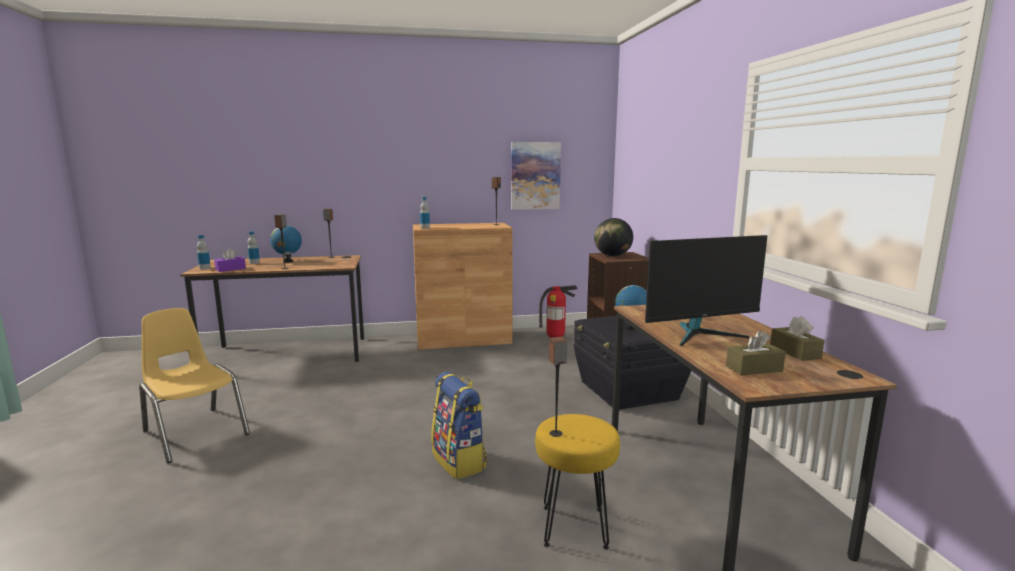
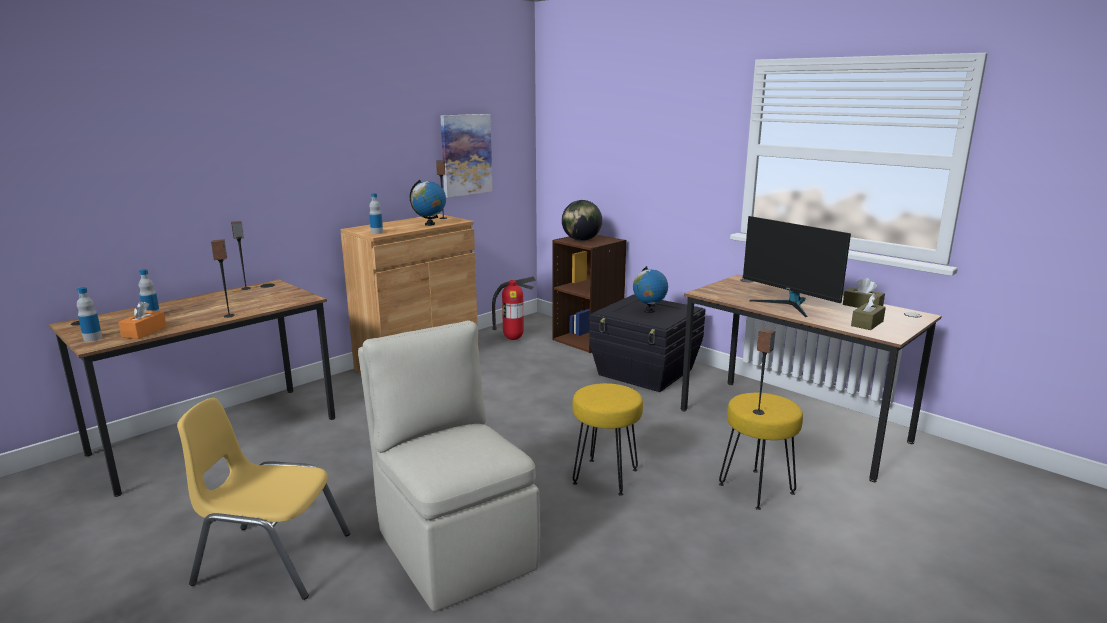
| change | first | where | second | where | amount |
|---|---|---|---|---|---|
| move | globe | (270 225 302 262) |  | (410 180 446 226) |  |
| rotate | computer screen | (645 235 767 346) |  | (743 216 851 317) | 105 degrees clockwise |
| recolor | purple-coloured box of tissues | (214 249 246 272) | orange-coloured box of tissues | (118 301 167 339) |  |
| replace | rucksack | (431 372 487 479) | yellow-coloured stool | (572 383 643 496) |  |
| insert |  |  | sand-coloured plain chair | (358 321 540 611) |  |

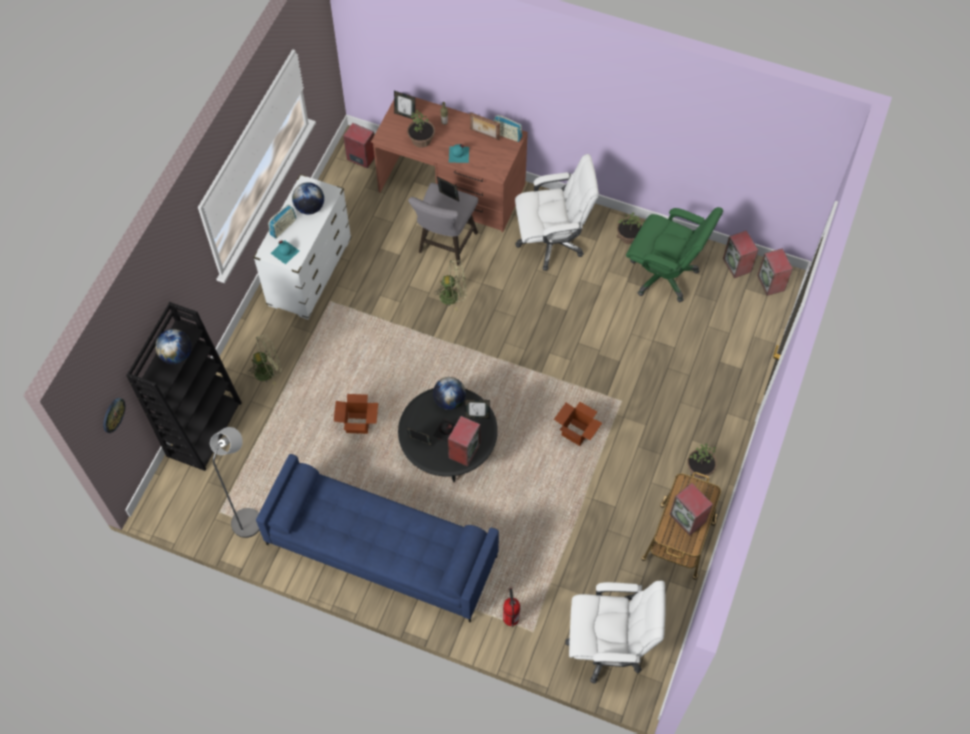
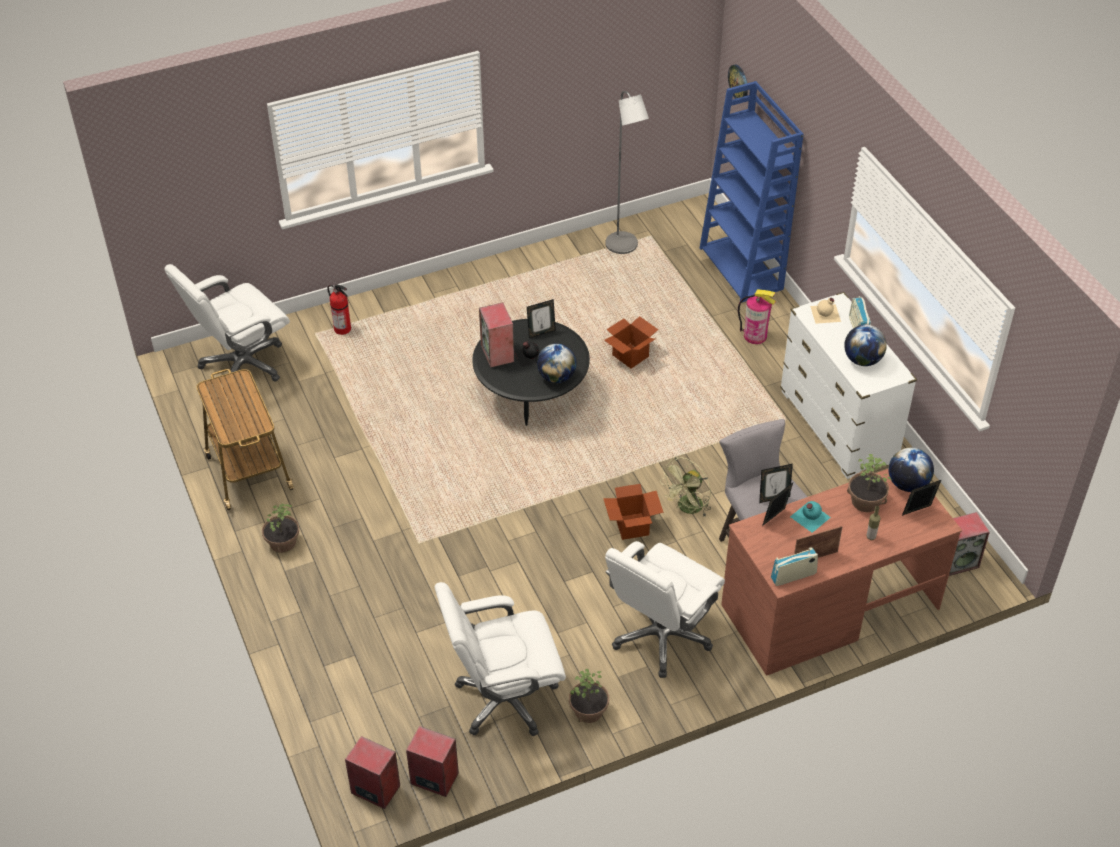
| change | first | where | second | where | amount |
|---|---|---|---|---|---|
| recolor | greenish desk chair | (626 207 723 302) | white desk chair | (435 582 566 736) |  |
| recolor | turquoise-coloured beverage bottle | (271 240 299 264) | sand-coloured beverage bottle | (810 298 841 324) |  |
| recolor | black shelving unit | (126 302 242 471) | blue shelving unit | (700 81 804 302) |  |
| move | globe | (155 329 192 364) |  | (889 448 934 492) |  |
| replace | greenish electric fan | (250 334 282 385) | fire extinguisher | (738 289 776 344) |  |
| move | standing frame | (465 399 490 419) |  | (762 483 793 526) |  |
| move | carton | (554 402 602 446) |  | (603 484 664 540) |  |
| delete | blue settee | (256 454 499 622) |  |  |  |
| delete | audio speaker | (669 483 713 536) |  |  |  |

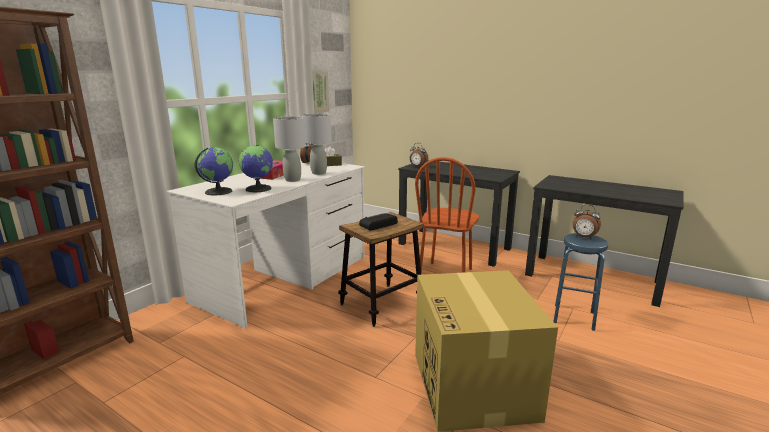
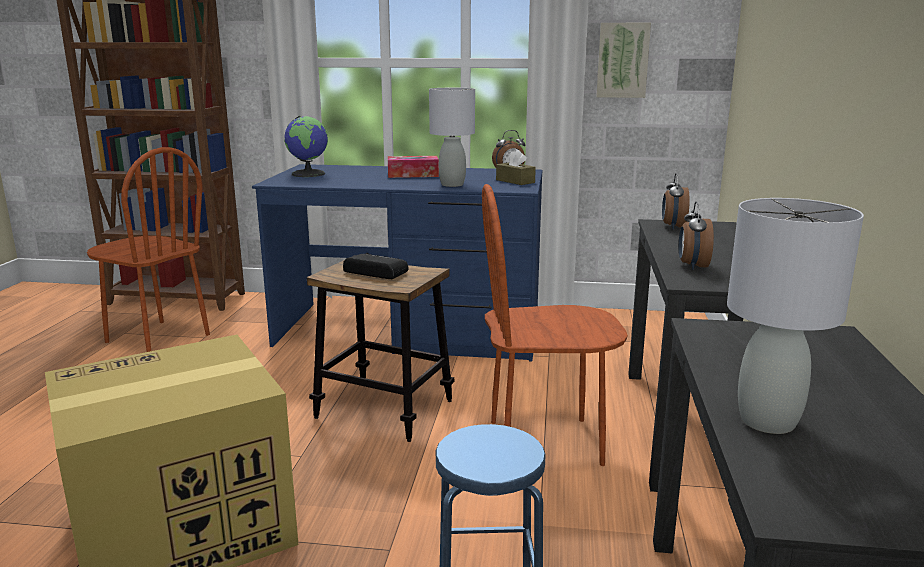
| change | first | where | second | where | amount |
|---|---|---|---|---|---|
| move | grey tabletop lamp | (273 116 306 182) |  | (727 198 864 434) |  |
| delete | globe | (239 145 273 192) |  |  |  |
| recolor | white desk table | (167 160 365 329) | blue desk table | (252 164 543 362) |  |
| move | alarm clock | (573 204 601 239) |  | (679 202 714 270) |  |
| insert |  |  | brown plain chair | (87 147 210 352) |  |

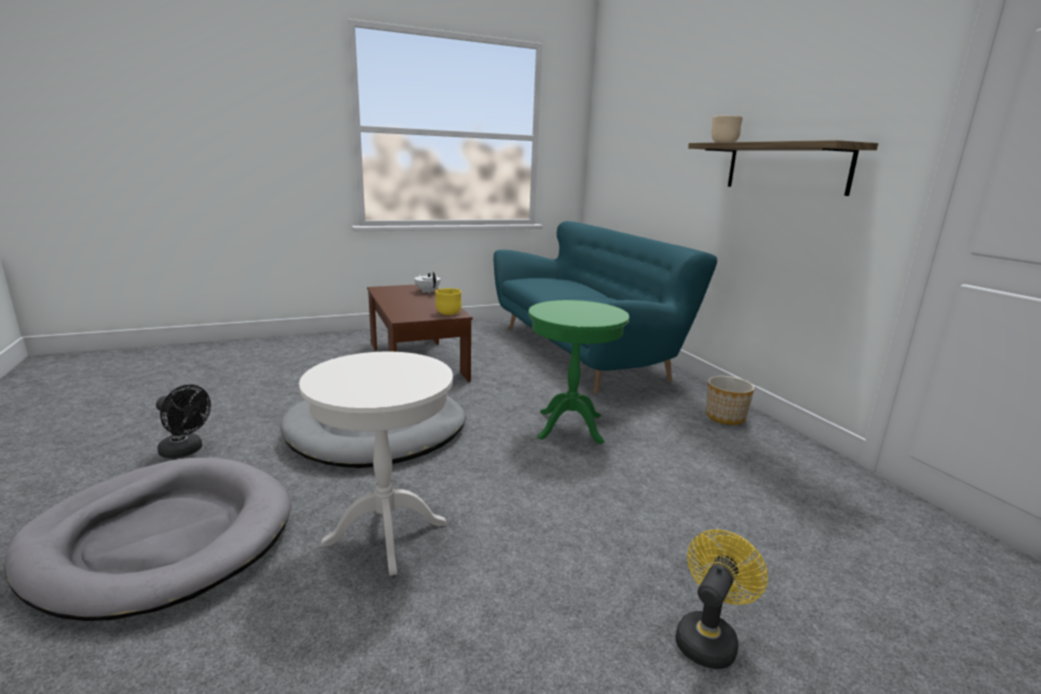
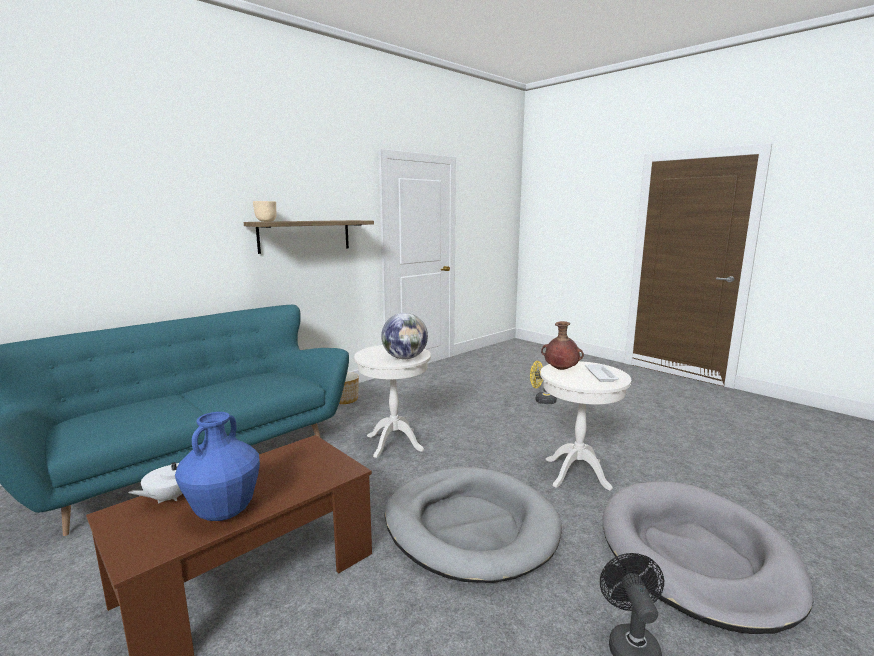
| change | first | where | second | where | amount |
|---|---|---|---|---|---|
| delete | yellow-coloured deep dish | (436 288 461 315) |  |  |  |
| recolor | greenish accent table | (529 300 629 444) | white accent table | (354 345 431 458) |  |
| insert |  |  | globe | (381 313 428 359) |  |
| insert |  |  | brown flower vase | (541 321 584 370) |  |
| insert |  |  | white tray | (585 364 619 382) |  |
| insert |  |  | blue flower vase | (175 412 260 521) |  |

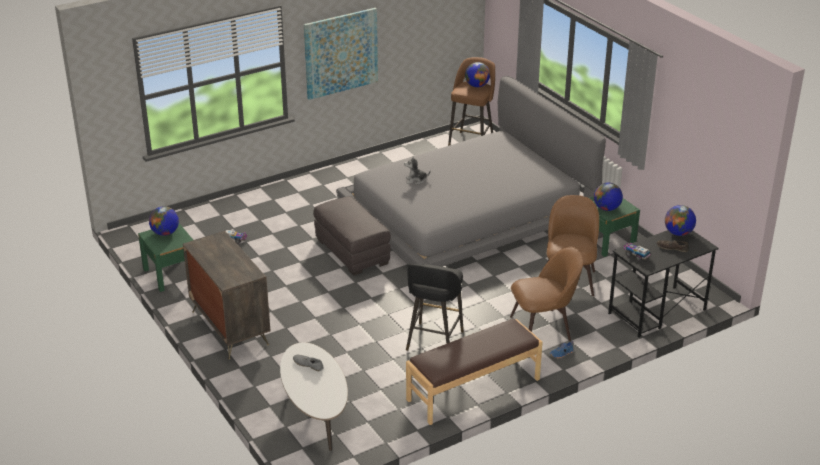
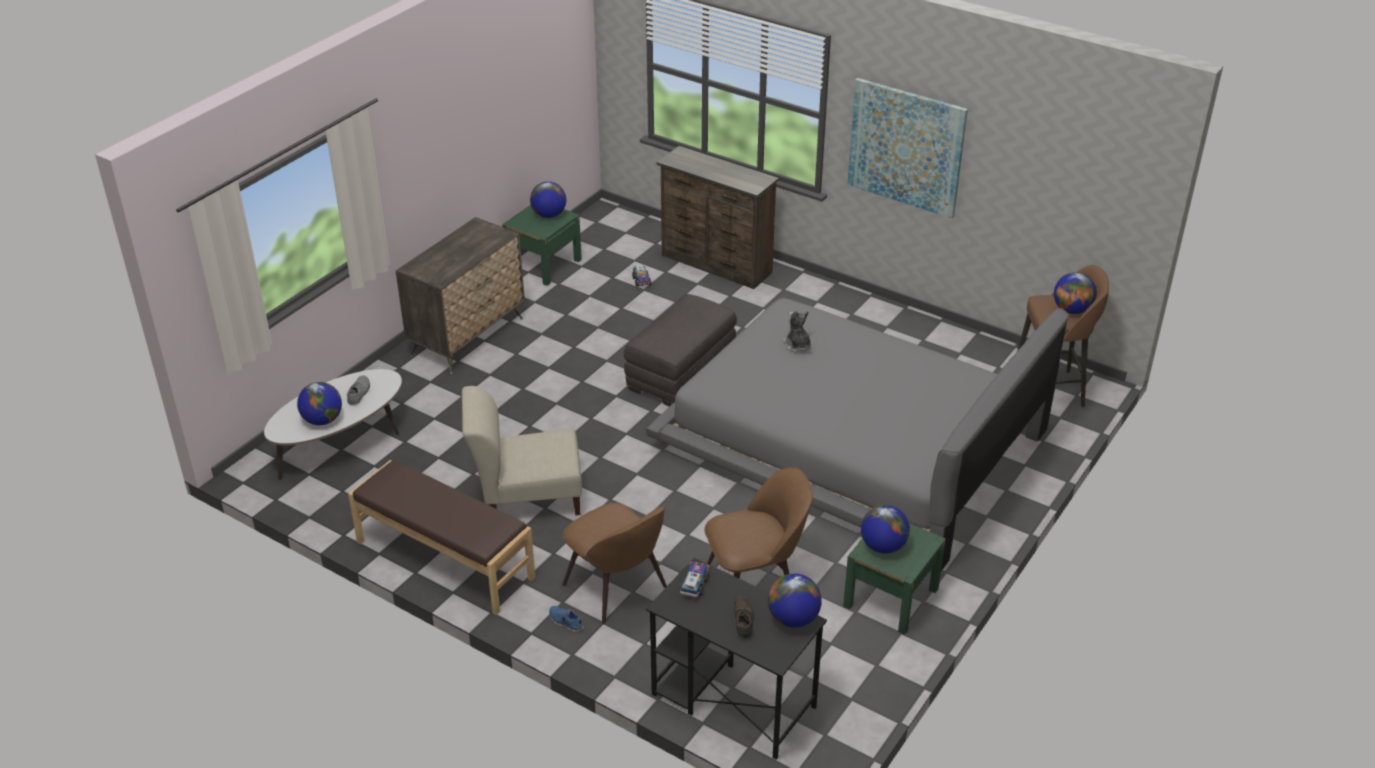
| change | first | where | second | where | amount |
|---|---|---|---|---|---|
| replace | black stool | (406 264 464 351) | sand-coloured plain chair | (462 386 582 516) |  |
| insert |  |  | brown chest of drawers | (657 146 779 289) |  |
| insert |  |  | globe | (297 382 342 425) |  |

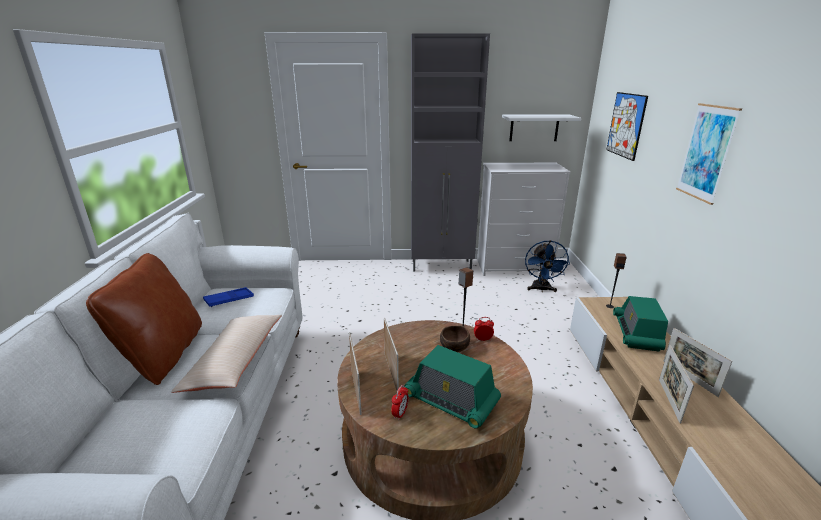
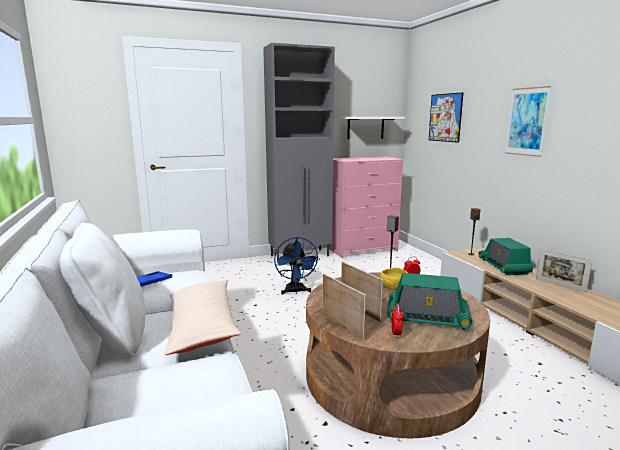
| change | first | where | second | where | amount |
|---|---|---|---|---|---|
| recolor | white chest of drawers | (477 163 571 276) | pink-coloured chest of drawers | (329 156 404 258) |  |
| move | blue electric fan | (525 240 570 292) |  | (274 237 320 294) |  |
| recolor | brown cushion | (86 253 202 385) | white cushion | (60 223 145 357) |  |
| recolor | brown deep dish | (440 326 470 352) | yellow-coloured deep dish | (380 267 408 290) |  |
| delete | standing frame | (659 345 694 423) |  |  |  |

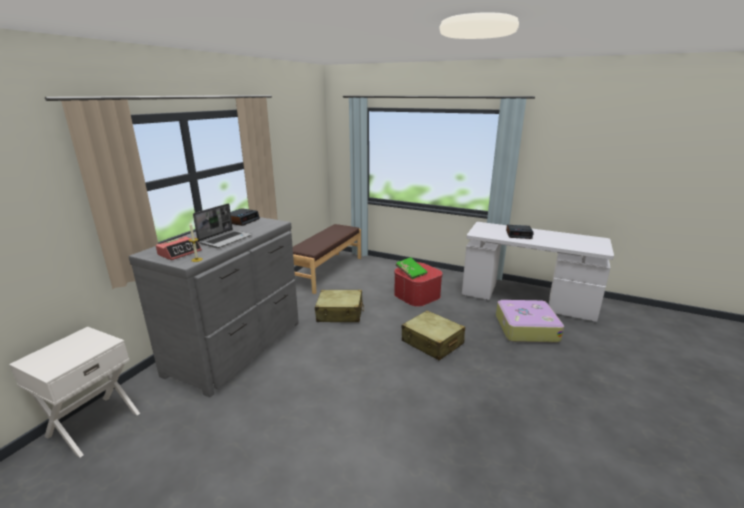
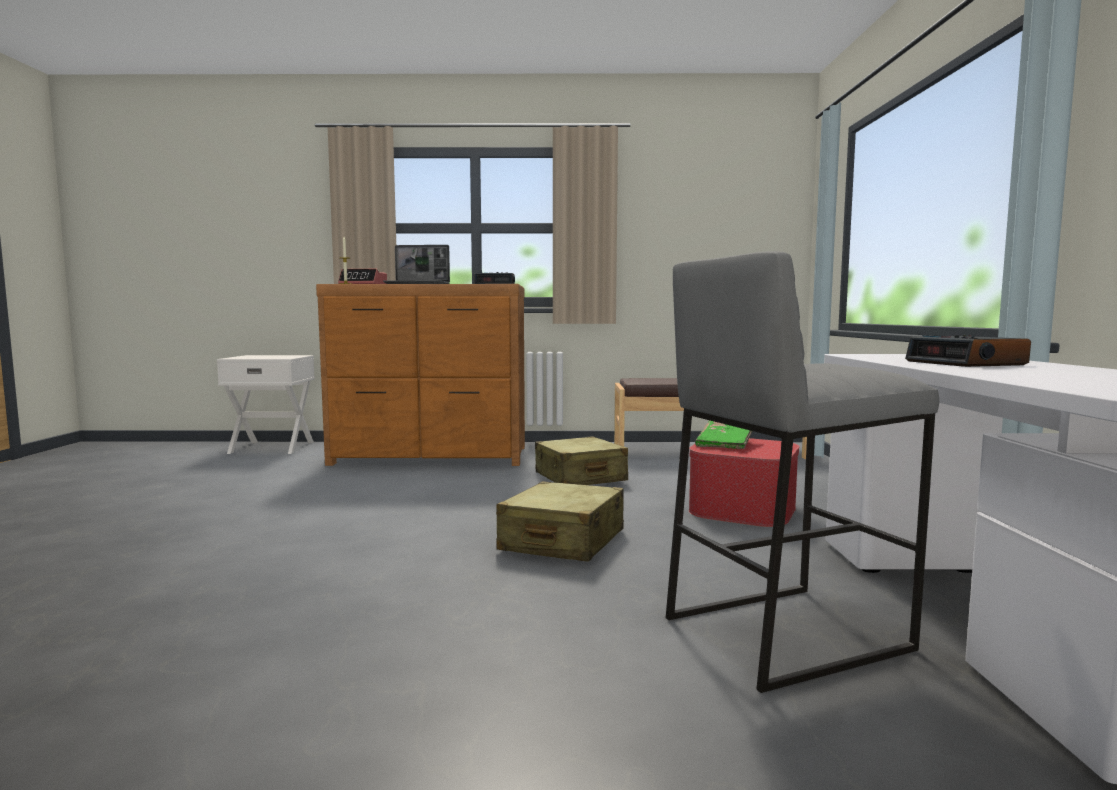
| change | first | where | second | where | amount |
|---|---|---|---|---|---|
| recolor | grey chest of drawers | (129 217 299 398) | brown chest of drawers | (316 284 525 466) |  |
| replace | piece of luggage | (496 300 564 343) | grey stool | (666 251 939 693) |  |

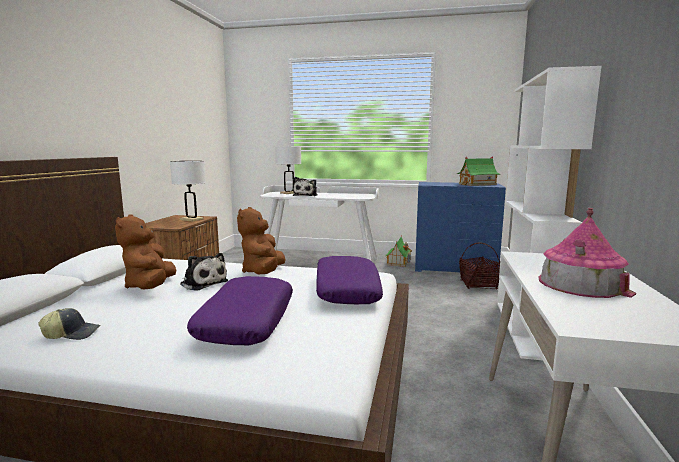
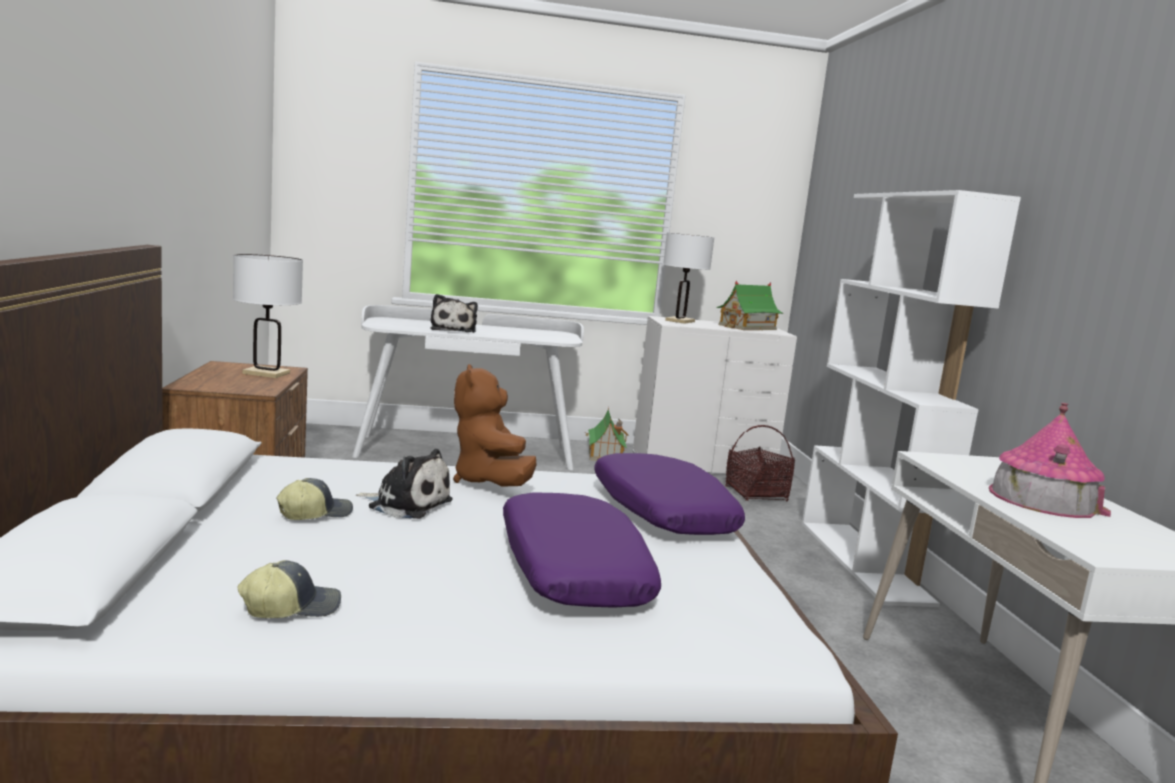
| change | first | where | second | where | amount |
|---|---|---|---|---|---|
| move | white tabletop lamp | (275 146 301 194) |  | (663 233 714 324) |  |
| recolor | blue chest of drawers | (415 182 506 276) | white chest of drawers | (633 316 797 474) |  |
| replace | brown plush toy | (115 214 176 289) | cap | (276 478 353 520) |  |

